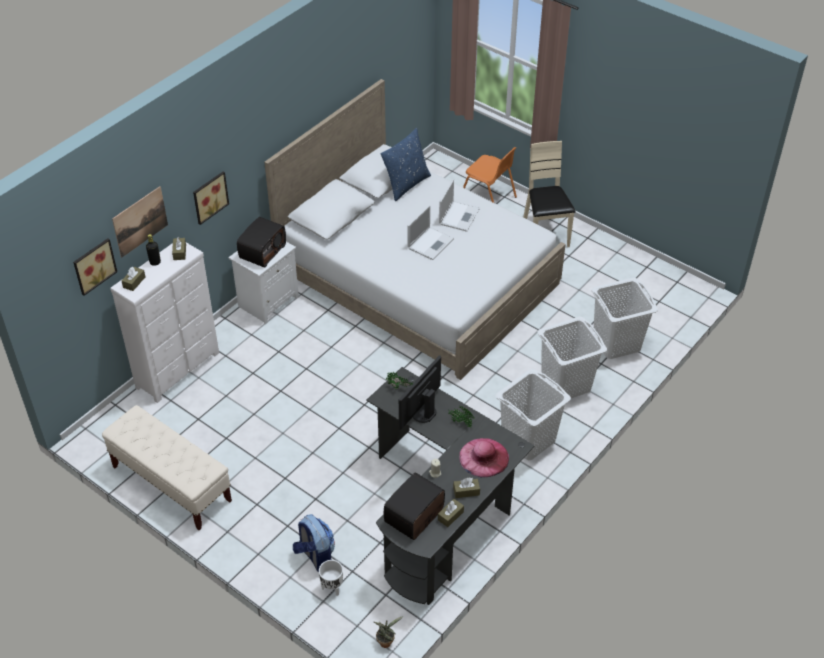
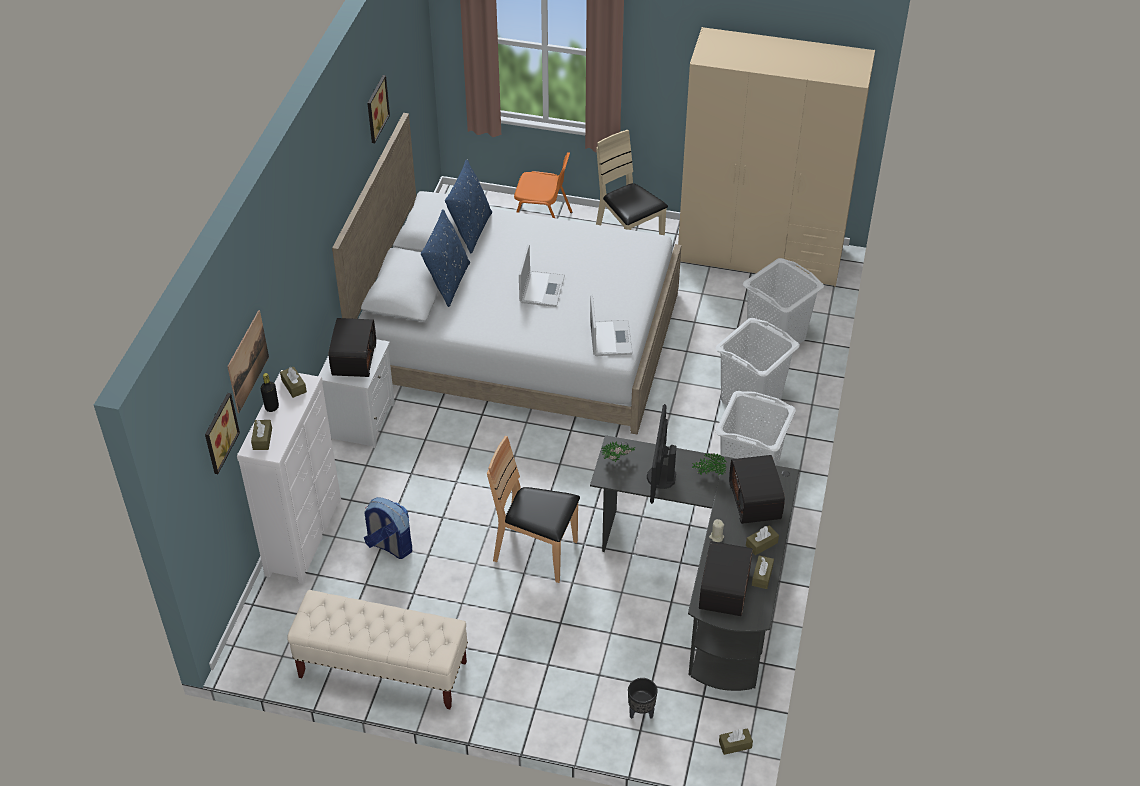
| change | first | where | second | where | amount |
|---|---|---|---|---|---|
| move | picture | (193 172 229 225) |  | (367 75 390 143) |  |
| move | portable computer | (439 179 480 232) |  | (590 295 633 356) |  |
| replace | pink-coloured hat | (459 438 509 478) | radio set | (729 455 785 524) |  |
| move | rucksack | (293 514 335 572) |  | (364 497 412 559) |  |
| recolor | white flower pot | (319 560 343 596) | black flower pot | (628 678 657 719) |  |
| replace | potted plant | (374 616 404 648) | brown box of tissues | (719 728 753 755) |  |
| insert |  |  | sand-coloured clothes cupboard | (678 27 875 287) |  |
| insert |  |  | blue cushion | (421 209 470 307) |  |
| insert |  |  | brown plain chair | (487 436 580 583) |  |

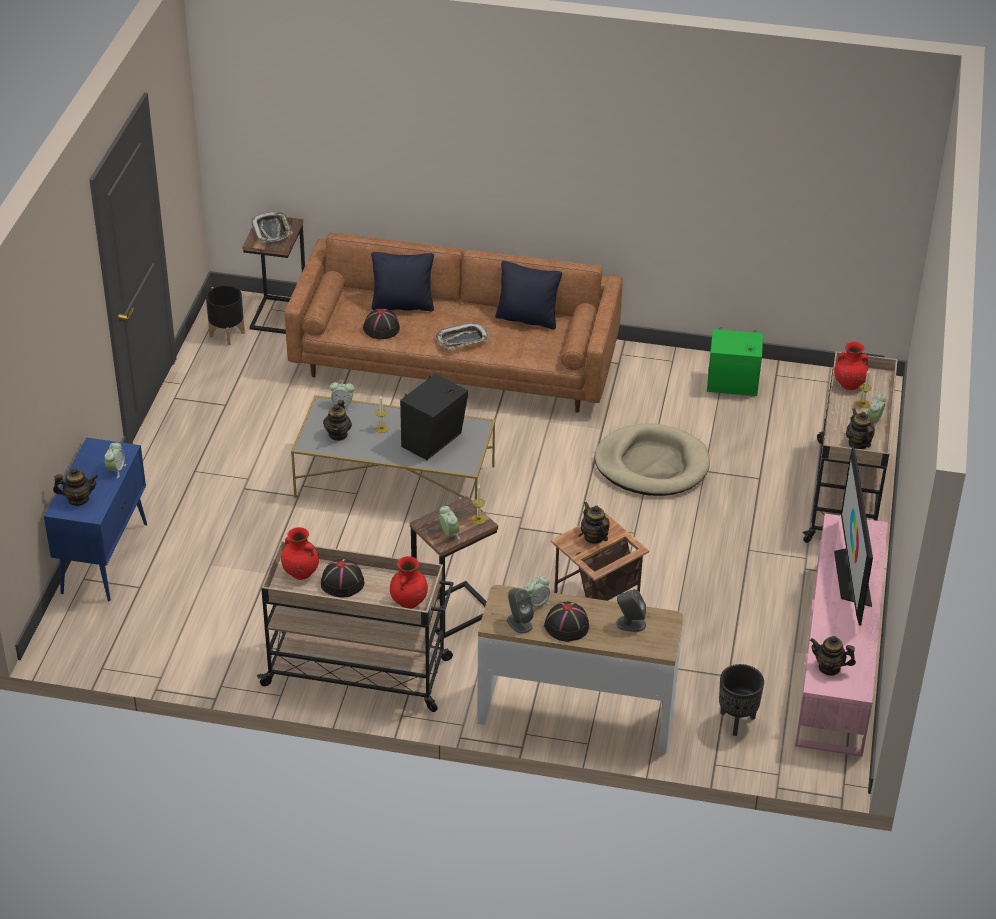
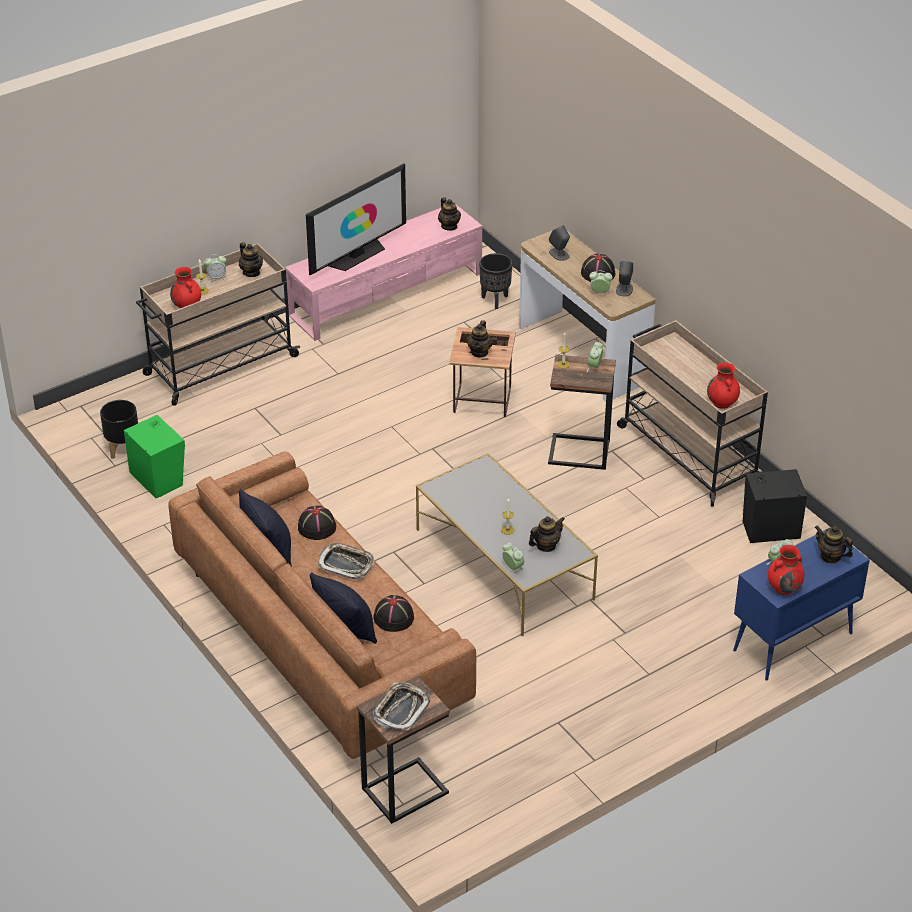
| change | first | where | second | where | amount |
|---|---|---|---|---|---|
| move | black flower pot | (206 285 245 345) |  | (100 400 138 459) |  |
| move | black audio speaker | (400 374 468 460) |  | (743 469 807 543) |  |
| rotate | tea pot | (846 408 875 449) |  | (239 242 263 277) | 60 degrees counterclockwise |
| delete | sand-coloured pet bed | (595 423 710 496) |  |  |  |
| move | red-coloured flower vase | (390 556 428 609) |  | (768 545 804 595) |  |
| move | black hat | (321 559 364 598) |  | (298 506 336 540) |  |

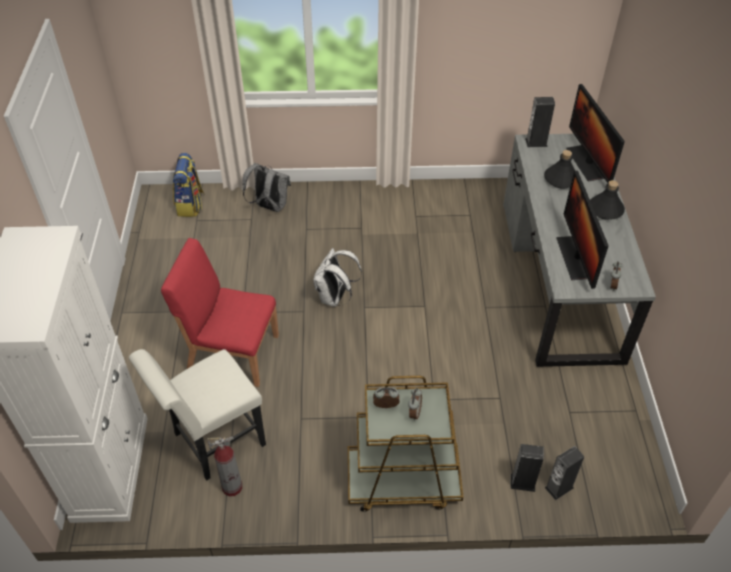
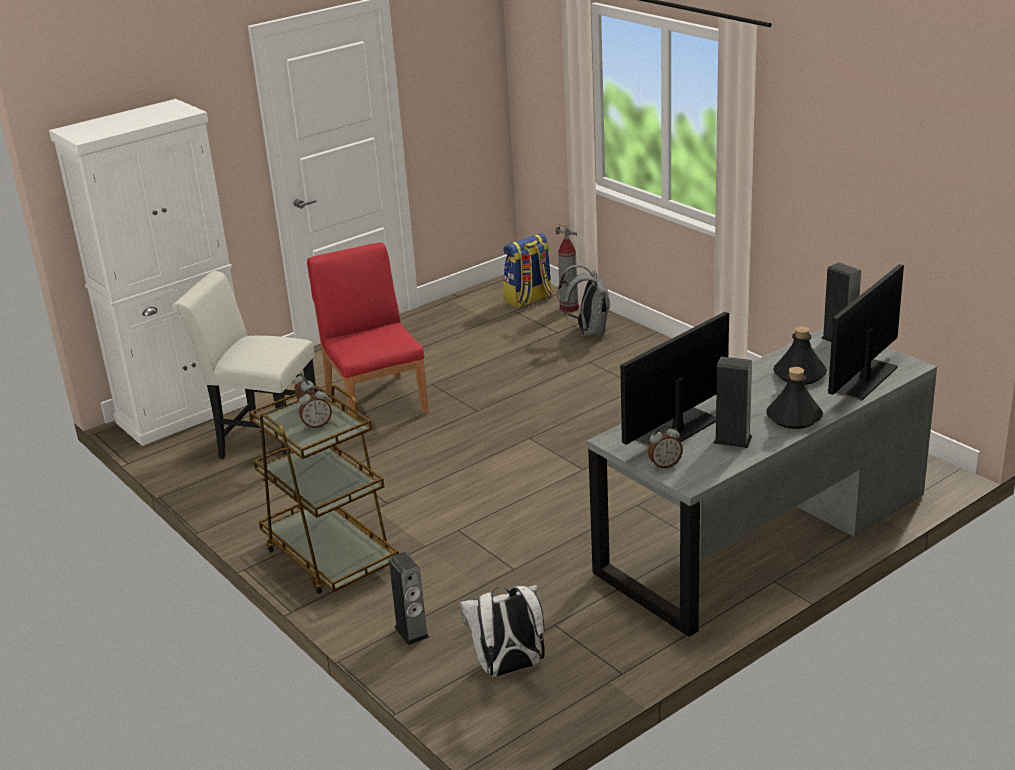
| change | first | where | second | where | amount |
|---|---|---|---|---|---|
| move | white rucksack | (313 248 362 307) |  | (459 585 545 677) |  |
| move | fire extinguisher | (207 436 242 497) |  | (555 223 579 312) |  |
| move | audio speaker | (544 446 584 500) |  | (713 356 753 448) |  |

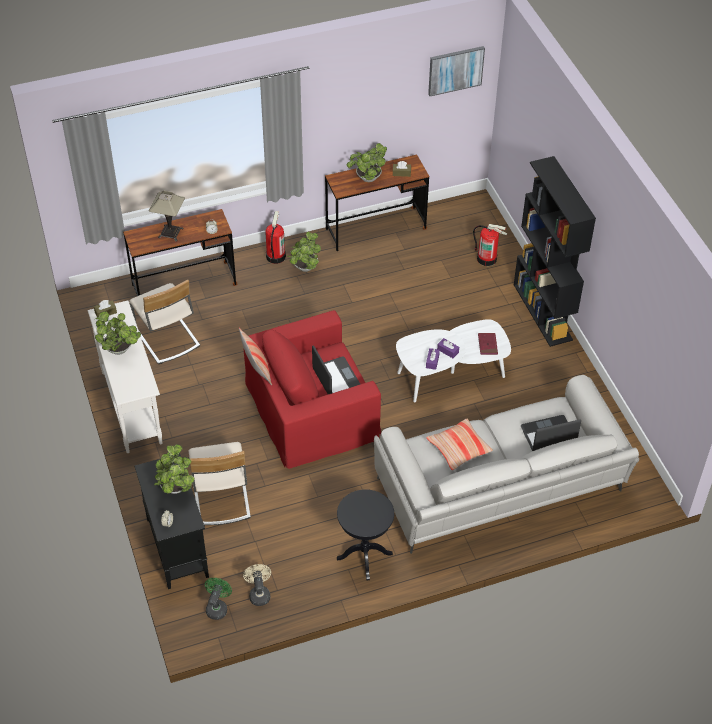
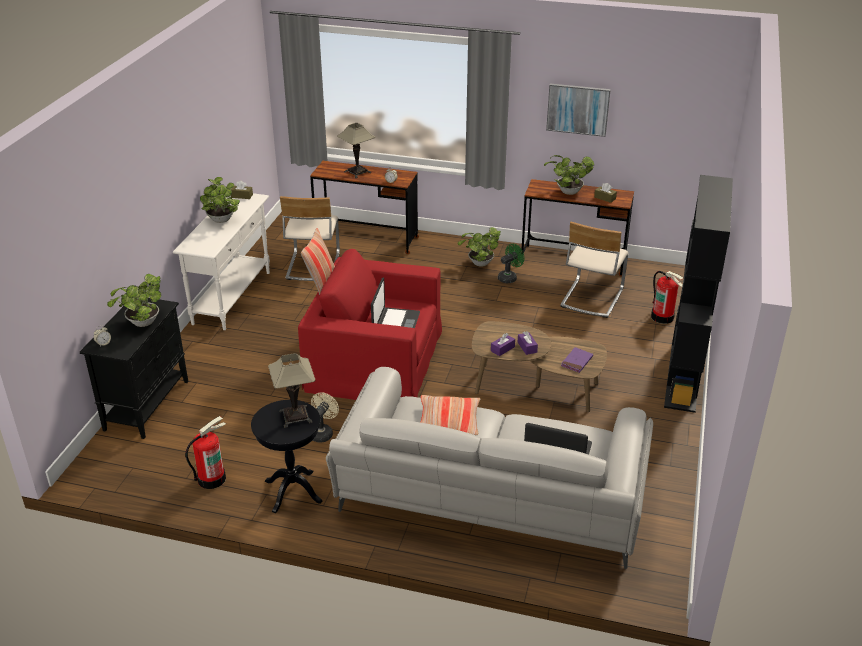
| change | first | where | second | where | amount |
|---|---|---|---|---|---|
| move | picture | (428 46 485 96) |  | (546 84 611 137) |  |
| move | fire extinguisher | (265 211 286 264) |  | (185 416 226 489) |  |
| recolor | white low table | (396 319 511 403) | brown low table | (472 321 607 412) |  |
| recolor | red-coloured book | (478 333 498 355) | purple-coloured book | (561 347 593 373) |  |
| move | sand-coloured plain chair | (189 442 251 526) |  | (560 222 629 318) |  |
| move | sand-coloured electric fan | (243 564 271 606) |  | (311 393 339 442) |  |
| move | greenish electric fan | (205 578 232 620) |  | (498 244 525 283) |  |
| insert |  |  | tabletop lamp | (268 353 315 428) |  |

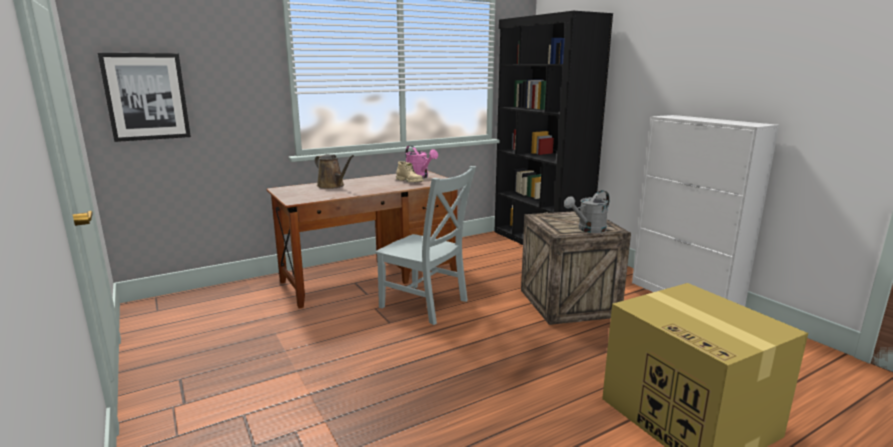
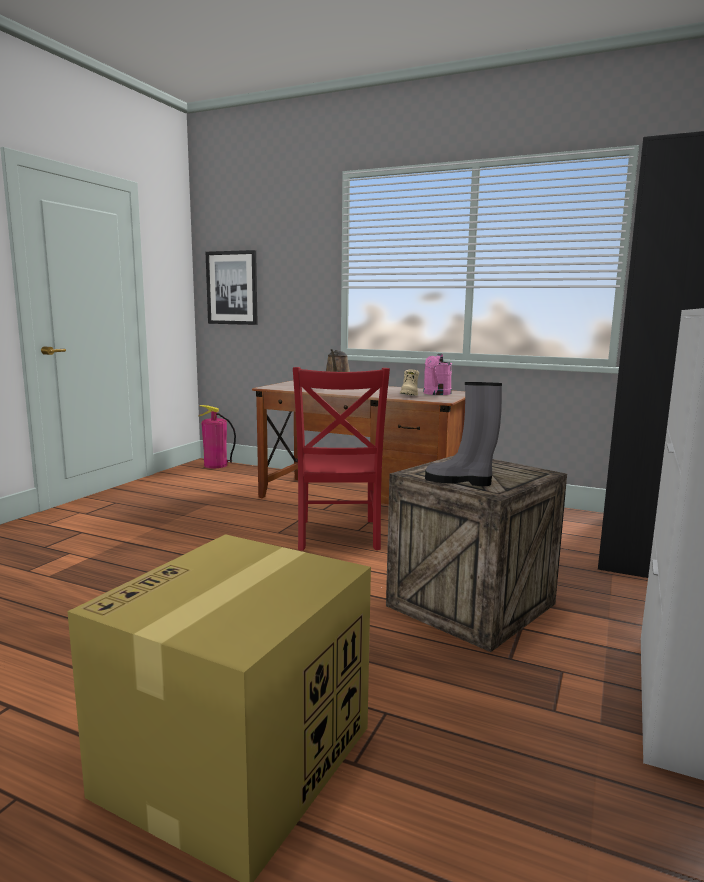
| change | first | where | second | where | amount |
|---|---|---|---|---|---|
| recolor | grey plain chair | (375 166 476 325) | red-coloured plain chair | (293 367 390 551) |  |
| replace | grey watering can | (564 190 609 233) | grey boot | (425 382 502 486) |  |
| insert |  |  | fire extinguisher | (198 405 236 468) |  |

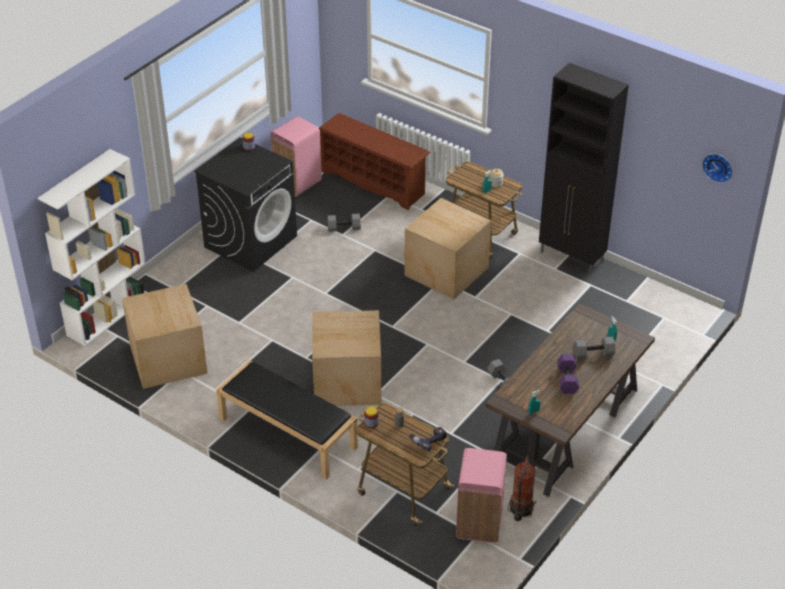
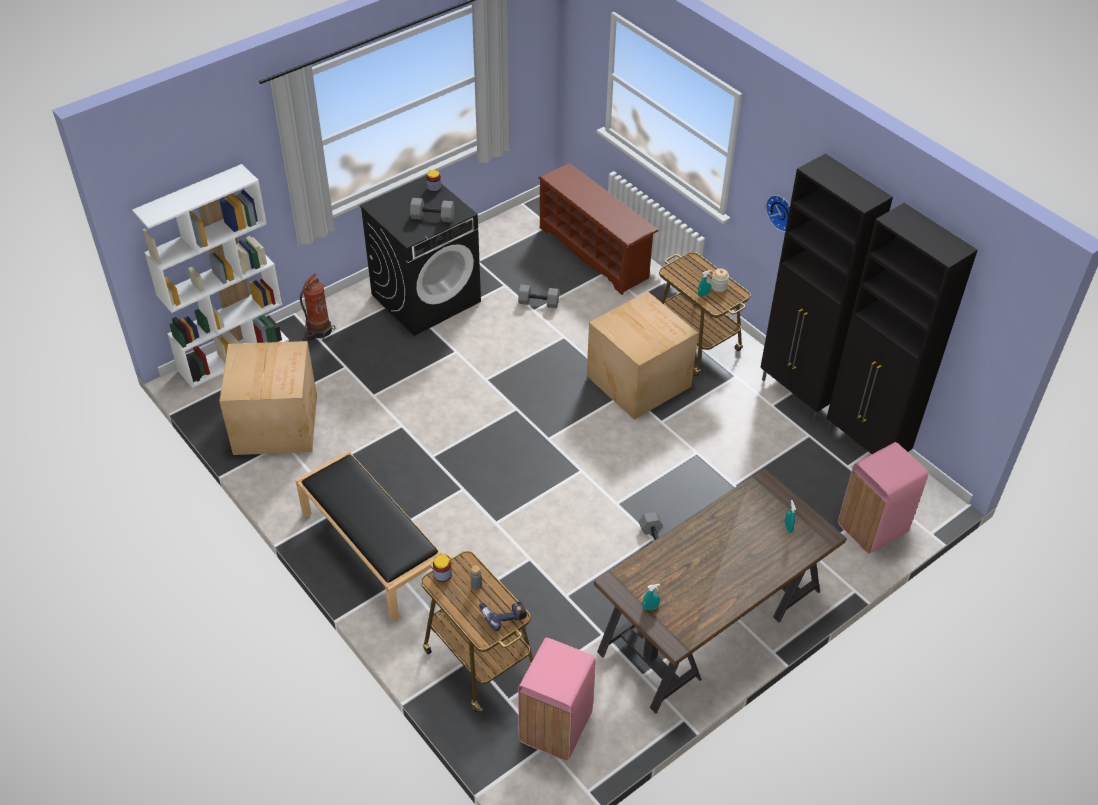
| change | first | where | second | where | amount |
|---|---|---|---|---|---|
| move | pink-coloured trash can | (271 116 322 196) |  | (838 442 928 554) |  |
| move | hanging clock | (702 154 733 183) |  | (766 195 790 232) |  |
| delete | carton | (312 310 381 406) |  |  |  |
| move | grey free weight | (573 337 615 359) |  | (410 198 454 223) |  |
| delete | purple-coloured free weight | (557 354 579 394) |  |  |  |
| move | fire extinguisher | (508 456 536 521) |  | (300 273 335 341) |  |
| insert |  |  | black cupboard | (827 203 978 454) |  |

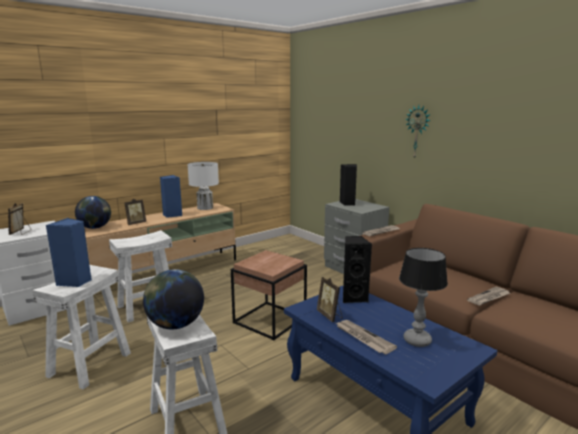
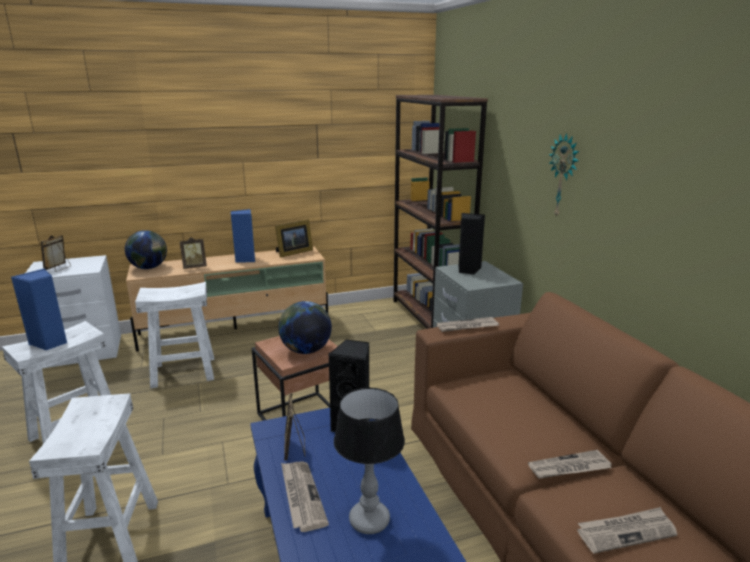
| change | first | where | second | where | amount |
|---|---|---|---|---|---|
| replace | white tabletop lamp | (187 162 219 210) | standing frame | (275 219 313 258) |  |
| move | globe | (143 269 204 329) |  | (278 301 332 354) |  |
| insert |  |  | brown shelving unit | (394 95 488 329) |  |
| insert |  |  | printed paper | (577 507 678 554) |  |

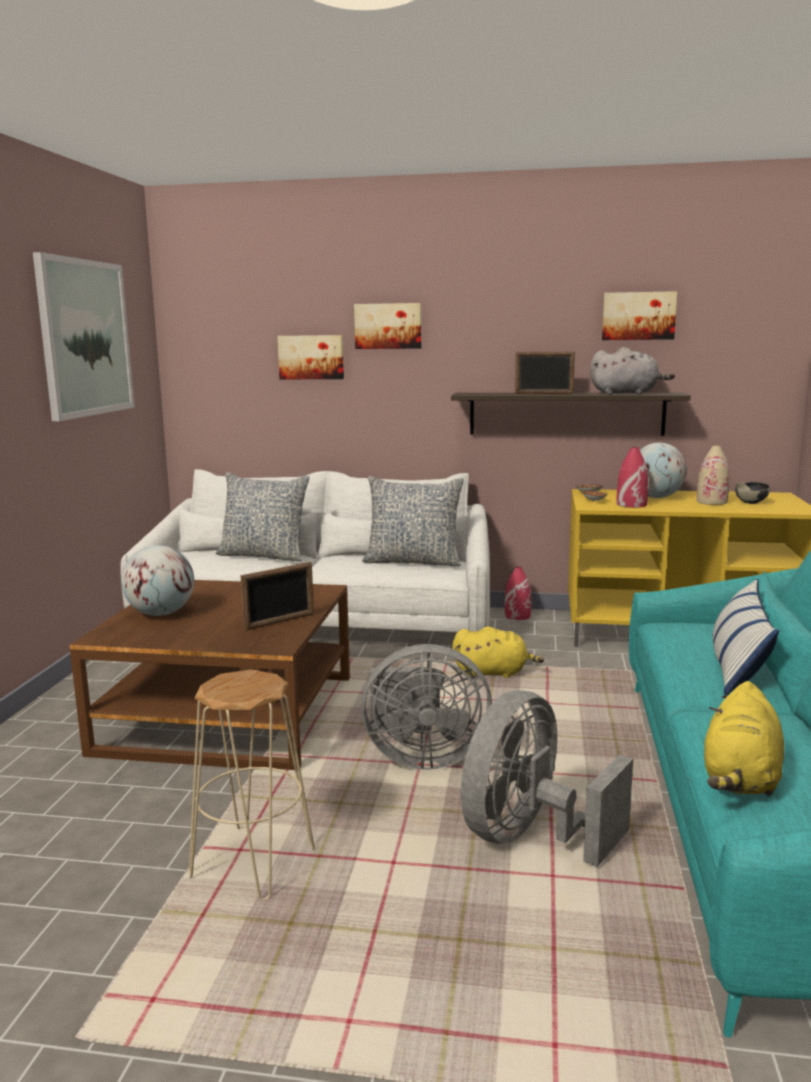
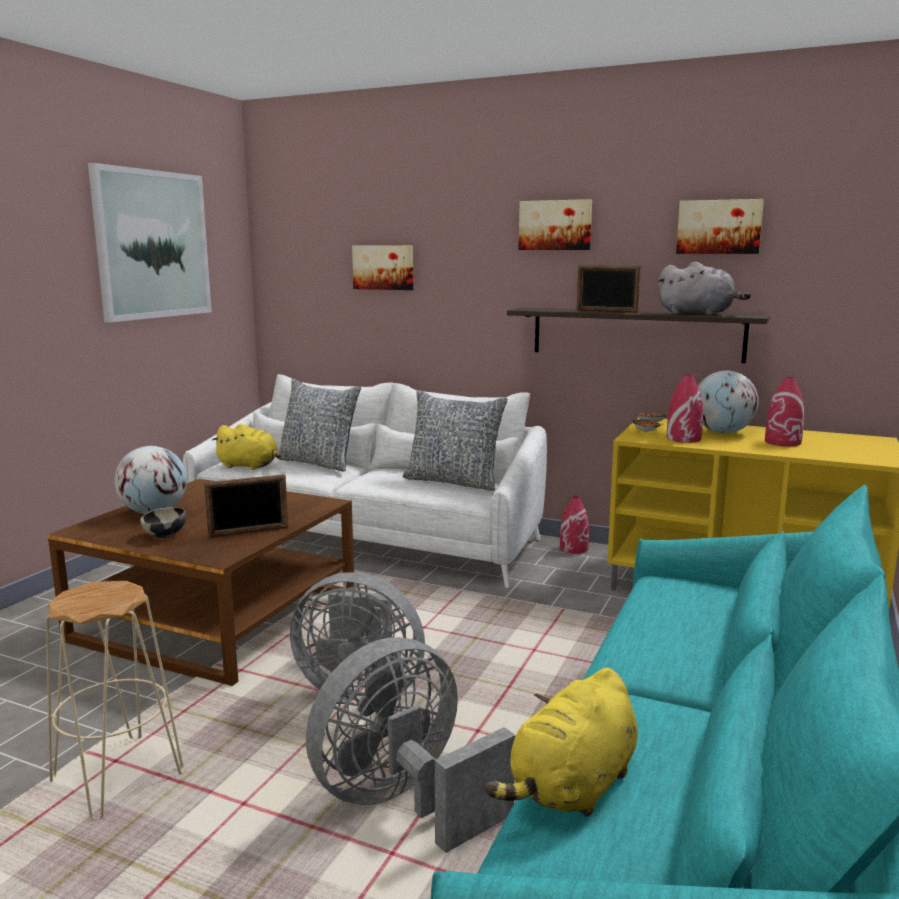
| change | first | where | second | where | amount |
|---|---|---|---|---|---|
| move | picture | (354 303 421 349) |  | (519 199 592 250) |  |
| recolor | sand-coloured flower vase | (697 445 730 505) | red-coloured flower vase | (765 377 804 446) |  |
| move | deep dish | (735 482 771 504) |  | (140 507 186 538) |  |
| delete | cushion | (712 579 779 696) |  |  |  |
| move | yellow-coloured plush toy | (452 627 544 678) |  | (212 424 281 470) |  |

